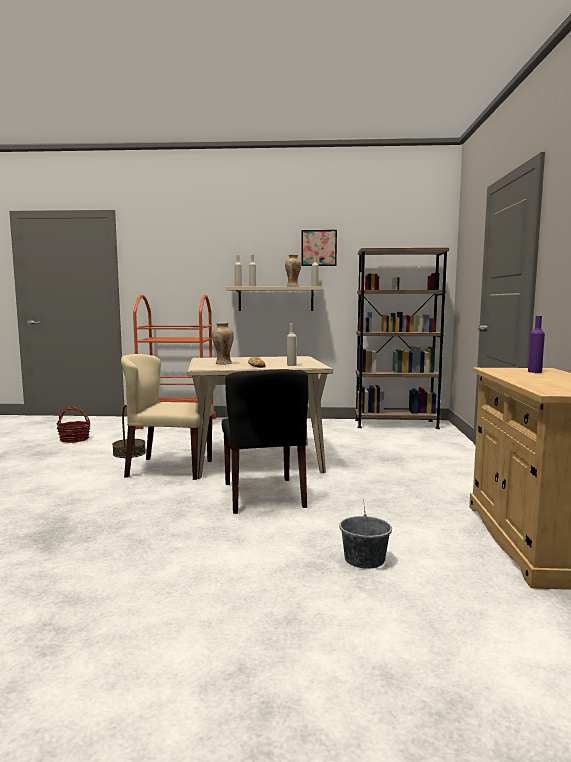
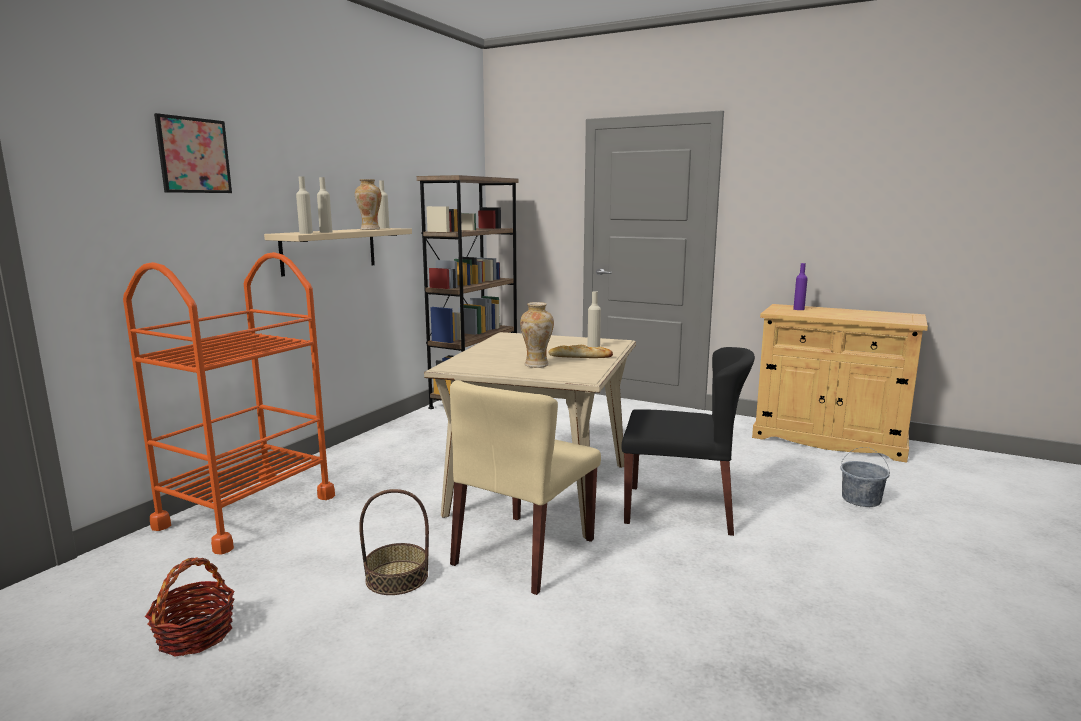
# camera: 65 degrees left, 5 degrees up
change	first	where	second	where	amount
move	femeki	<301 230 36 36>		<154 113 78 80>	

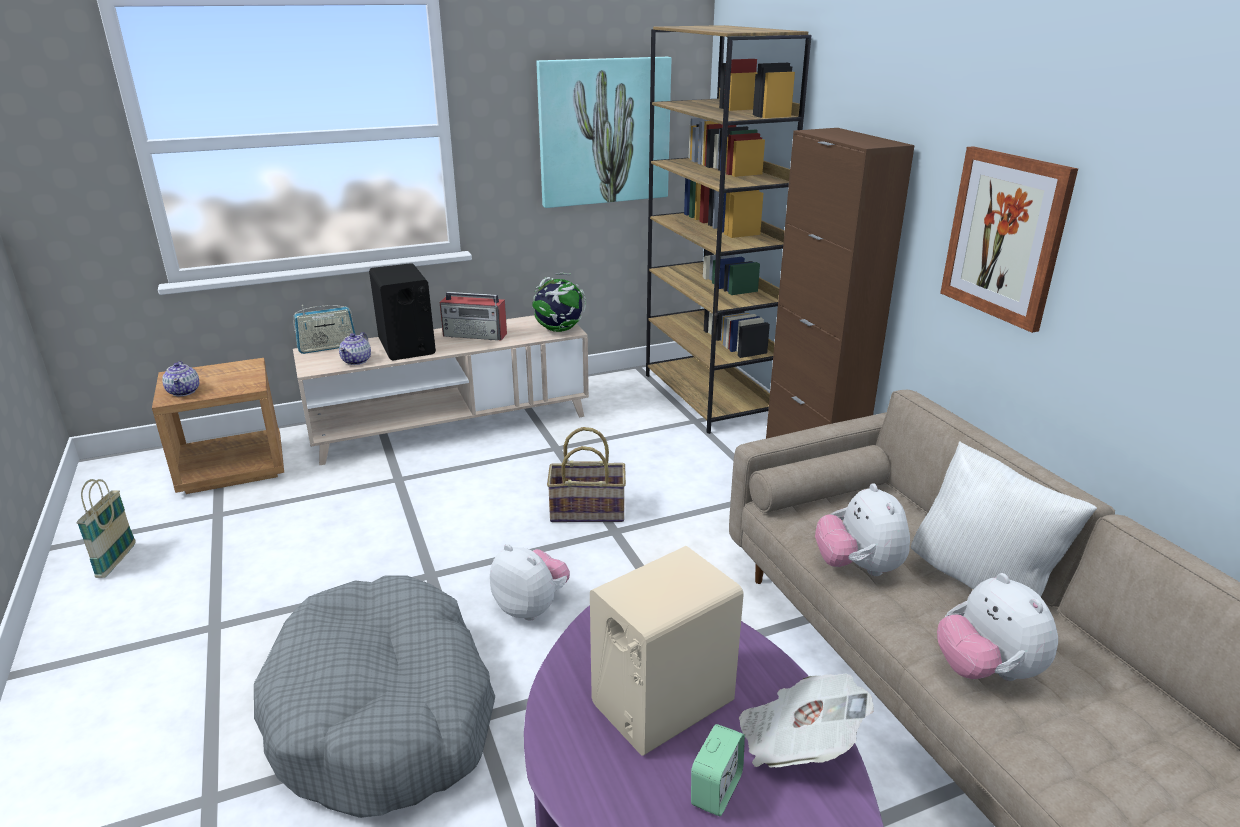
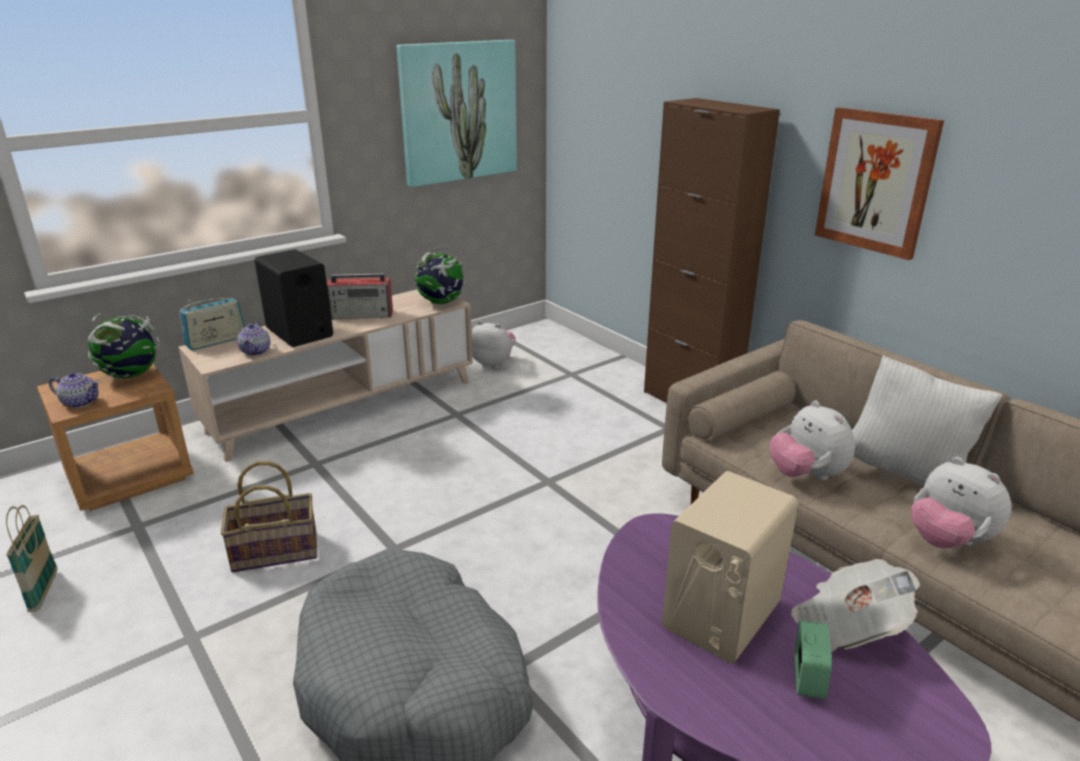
# camera: 15 degrees left, 0 degrees up
change	first	where	second	where	amount
rotate	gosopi	<162 361 37 35>		<49 372 51 36>	45 degrees counterclockwise
move	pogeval	<490 544 80 77>		<471 321 45 48>	
move	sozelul	<547 427 79 95>		<221 461 96 111>	
delete	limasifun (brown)	<646 25 166 409>			
insert			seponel	<88 313 72 66>	

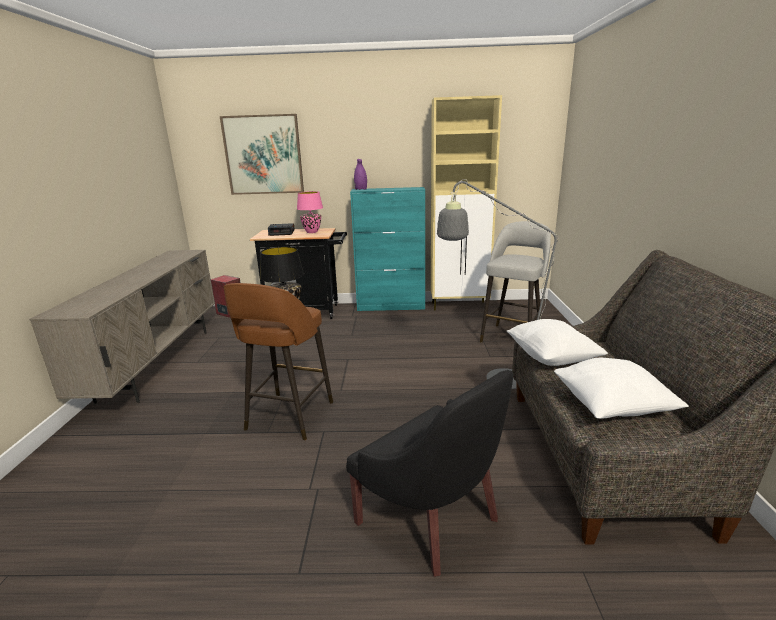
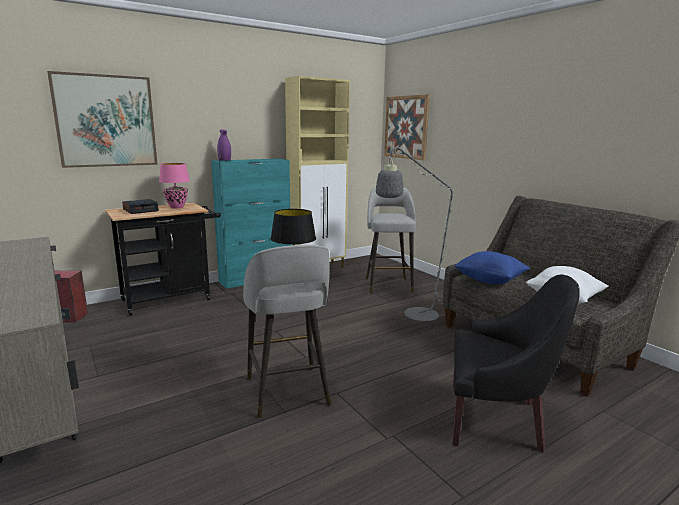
# camera: 35 degrees left, 5 degrees down
change	first	where	second	where	amount
recolor	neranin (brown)	<223 283 110 157>	neranin (grey)	<243 245 88 174>	
recolor	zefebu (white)	<507 319 101 47>	zefebu (blue)	<454 251 76 34>	
insert			femeki	<384 94 46 66>	

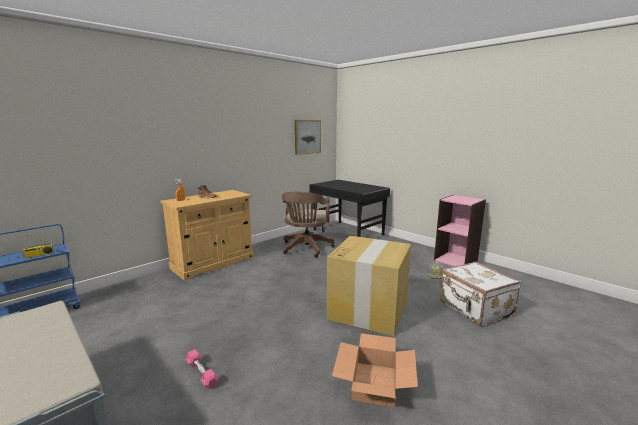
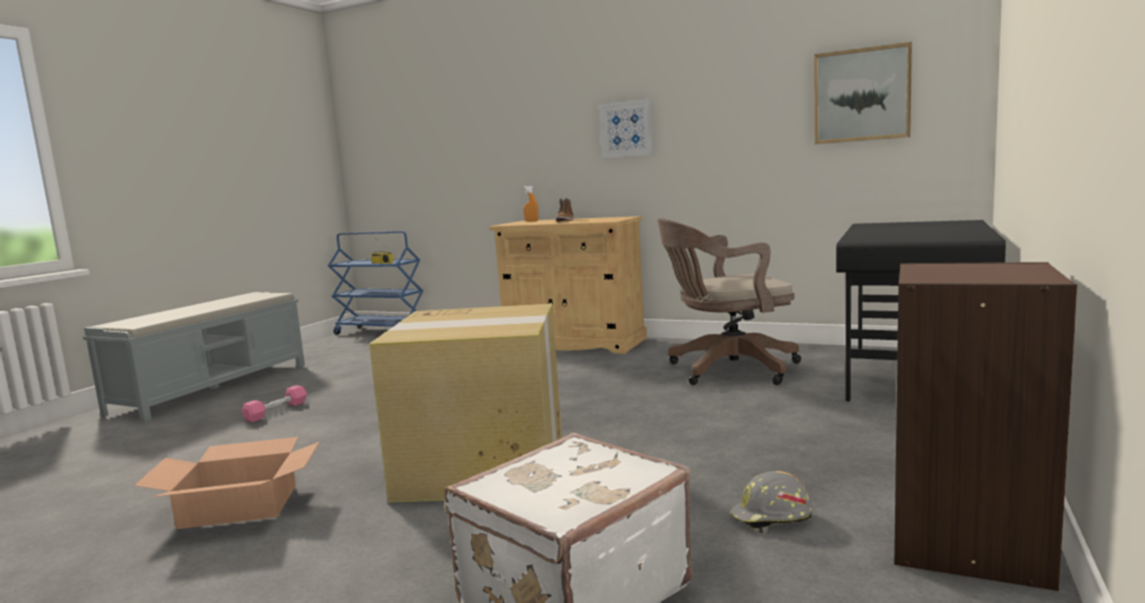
# camera: 70 degrees right, 5 degrees down
change	first	where	second	where	amount
recolor	limasifun (pink)	<434 195 52 72>	limasifun (brown)	<894 262 183 329>	
insert			femeki	<599 99 55 59>	

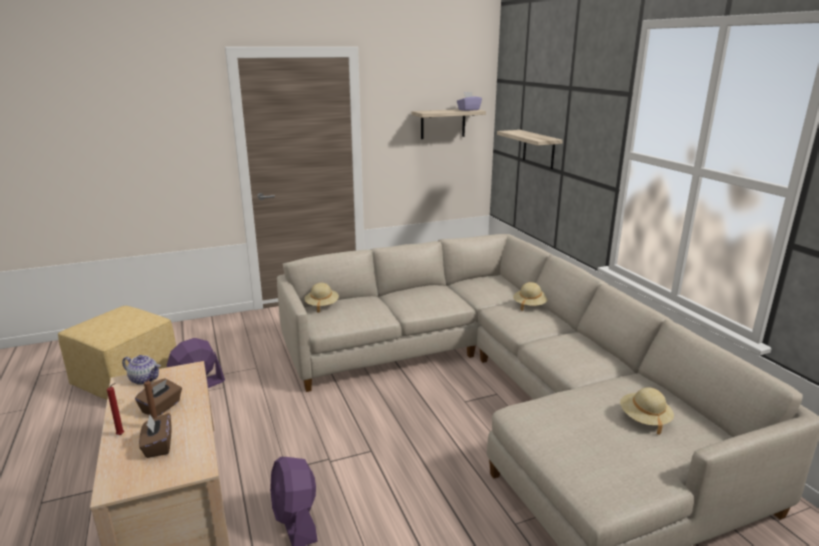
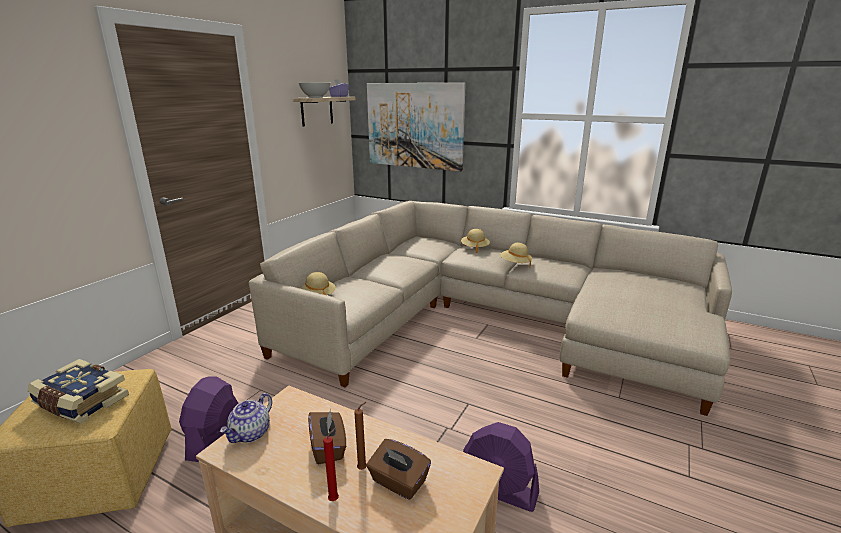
# camera: 40 degrees left, 0 degrees up
change	first	where	second	where	amount
rotate	gosopi	<122 355 39 30>		<220 393 52 50>	135 degrees clockwise
replace	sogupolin	<497 130 66 39>	femeki	<367 83 99 88>	
move	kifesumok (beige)	<620 387 54 48>		<500 243 32 25>	
insert			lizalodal	<27 359 102 65>	
insert			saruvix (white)	<299 83 31 15>	

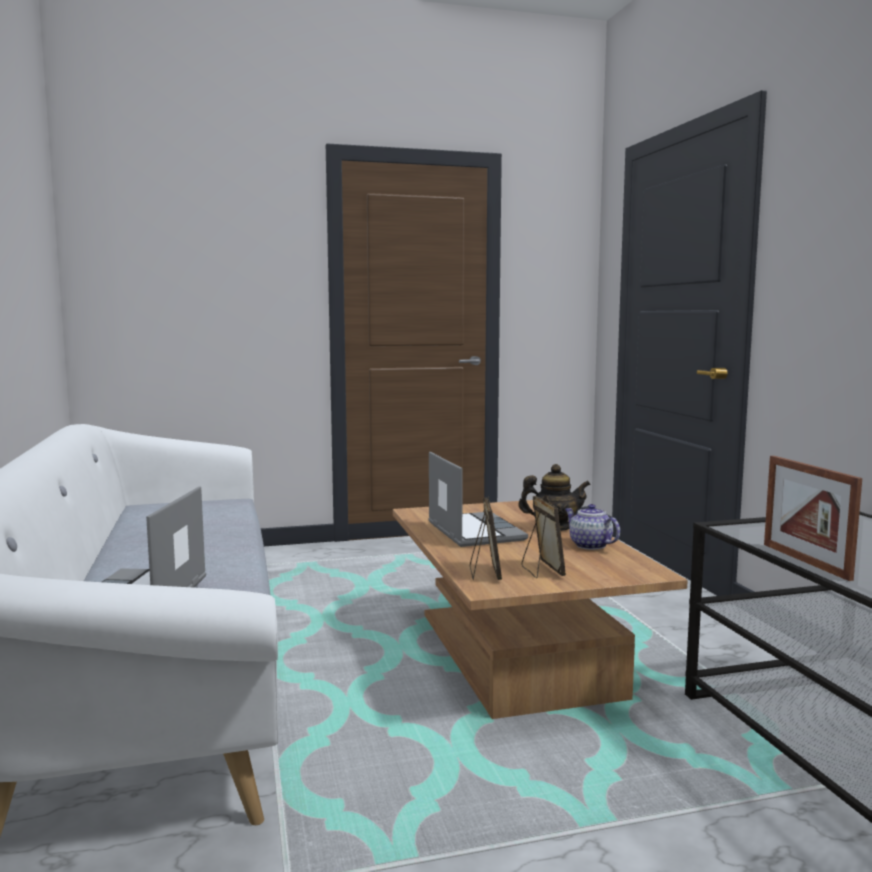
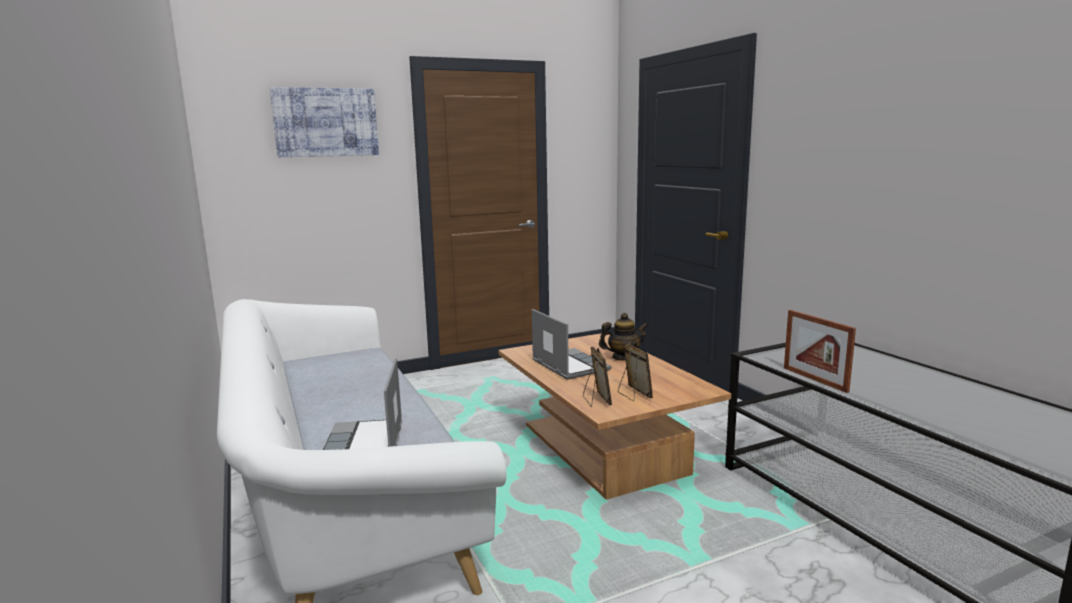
# camera: 10 degrees left, 5 degrees up
change	first	where	second	where	amount
delete	gosopi	<565 504 55 46>			
insert			femeki	<270 87 109 70>	

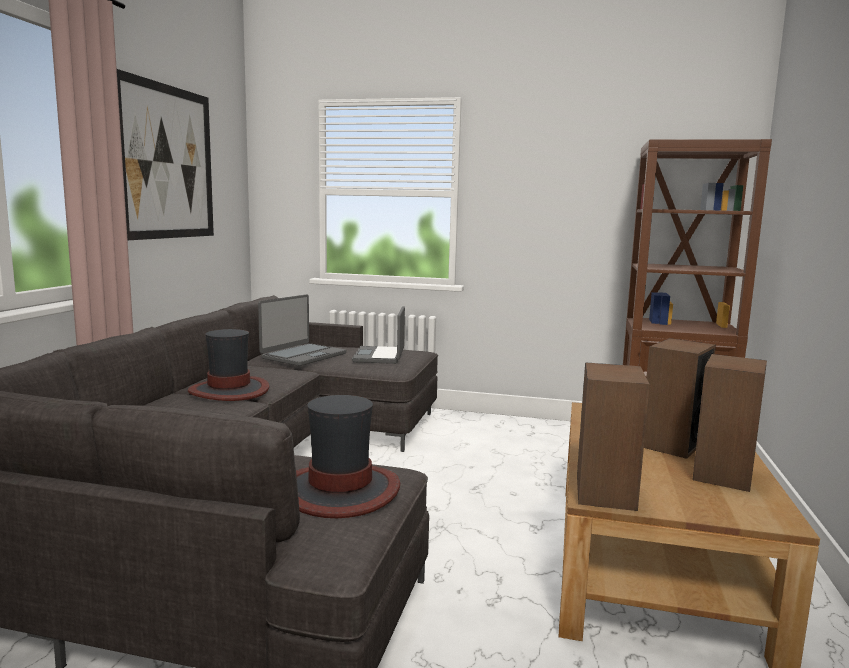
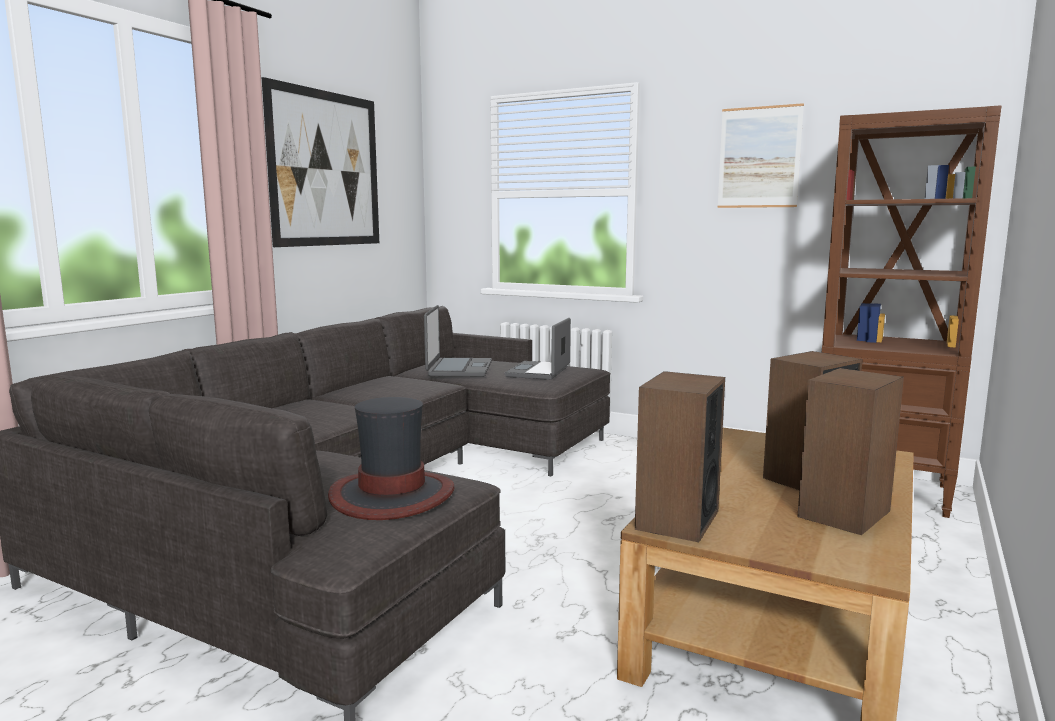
# camera: 15 degrees right, 0 degrees up
change	first	where	second	where	amount
delete	kifesumok	<188 329 81 72>			
rotate	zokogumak	<258 294 88 72>		<424 305 68 72>	45 degrees counterclockwise
insert			femeki	<718 103 86 105>	

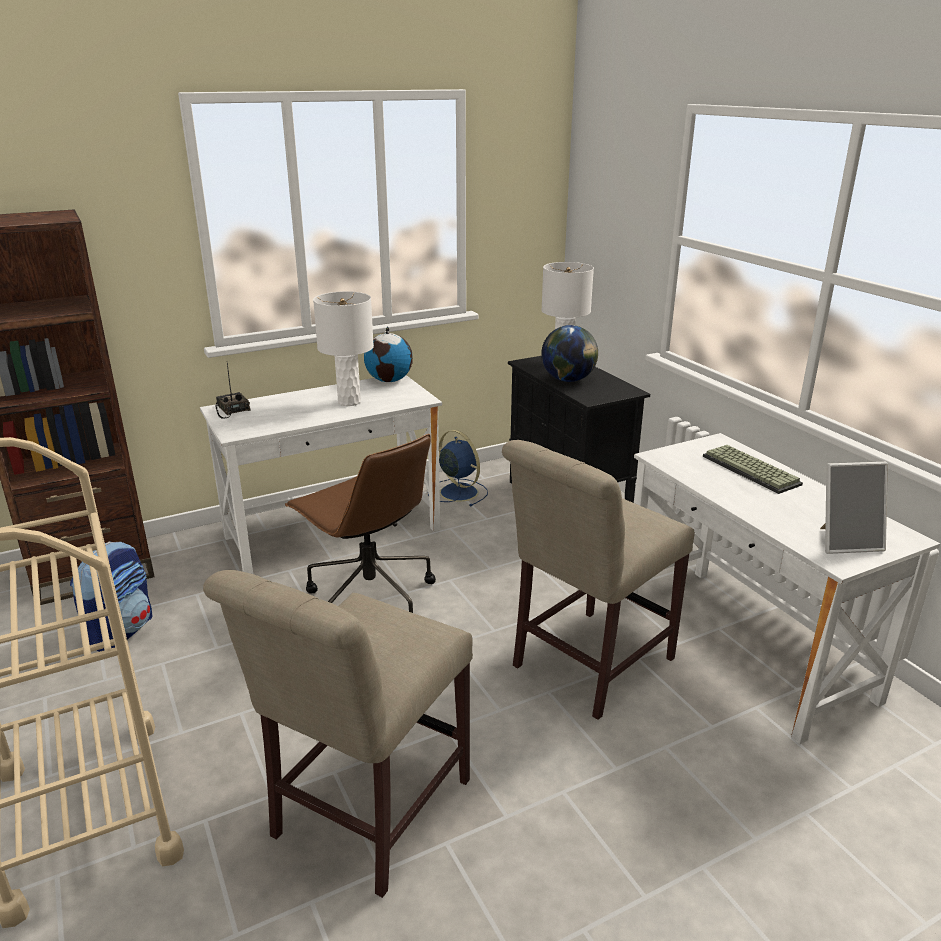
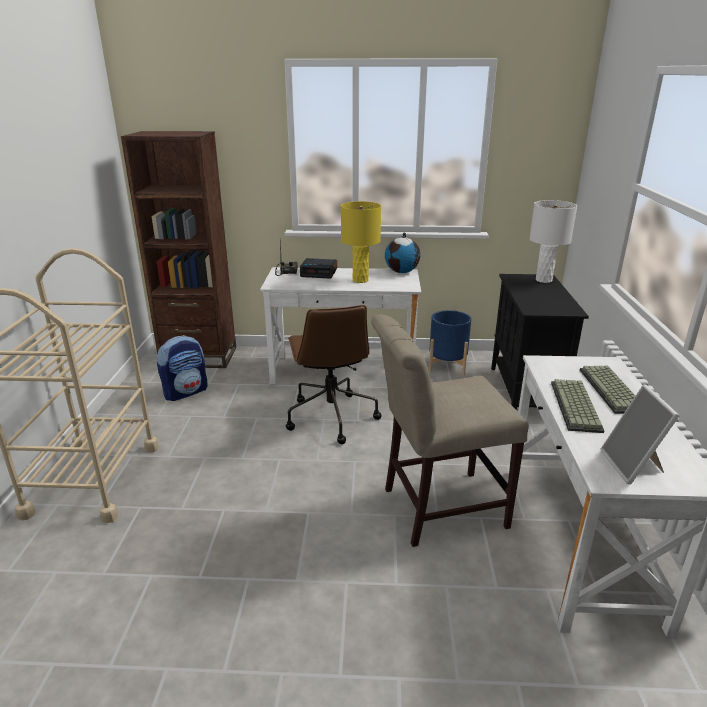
# camera: 30 degrees right, 0 degrees up
change	first	where	second	where	amount
delete	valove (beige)	<203 570 270 328>			
recolor	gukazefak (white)	<313 291 61 115>	gukazefak (yellow)	<341 201 40 82>	
replace	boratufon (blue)	<428 430 60 76>	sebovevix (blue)	<429 310 42 66>	
delete	seponel	<541 325 57 57>			
rotate	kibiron	<820 462 68 92>		<600 384 80 101>	60 degrees clockwise
insert			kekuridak	<300 258 37 21>	
insert			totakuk	<551 379 53 54>	

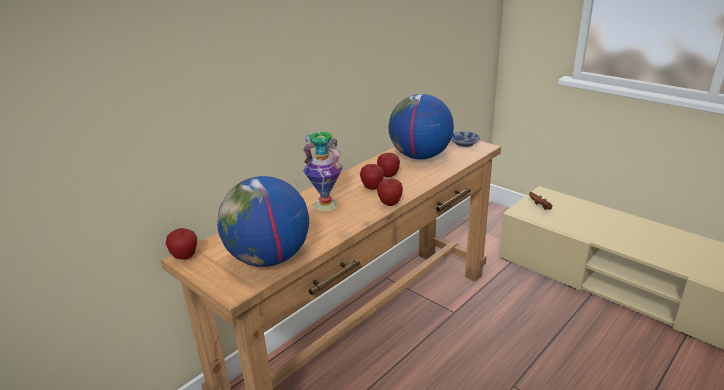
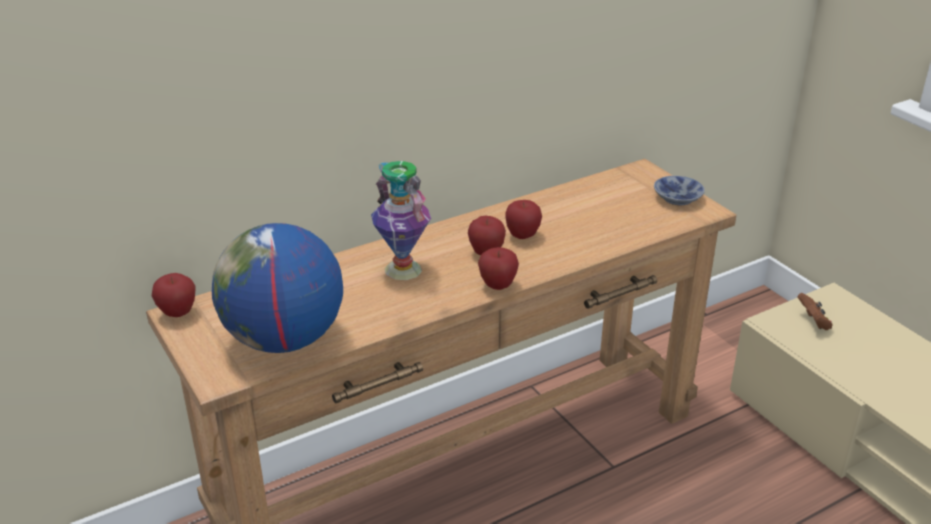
# camera: 15 degrees right, 5 degrees up
change	first	where	second	where	amount
delete	seponel	<388 94 66 66>			

